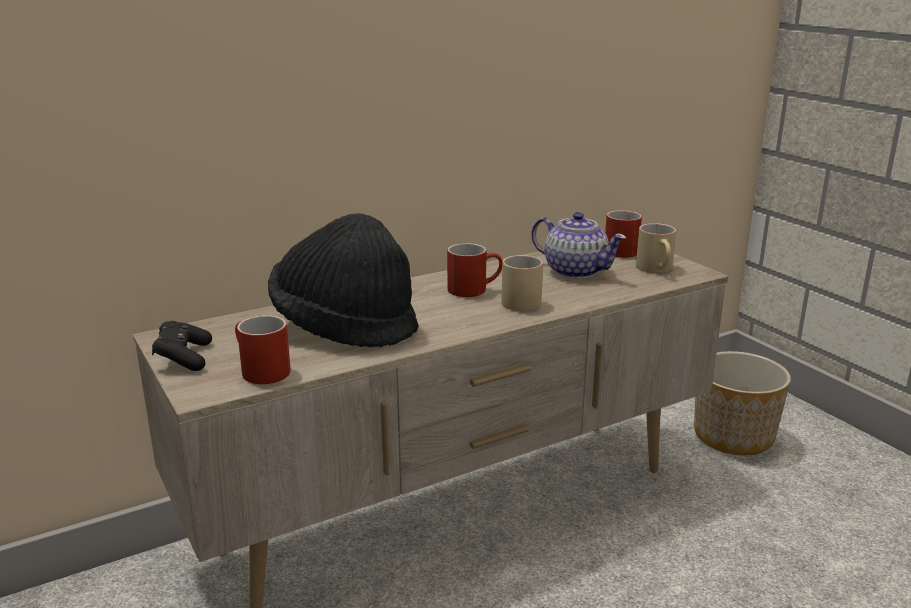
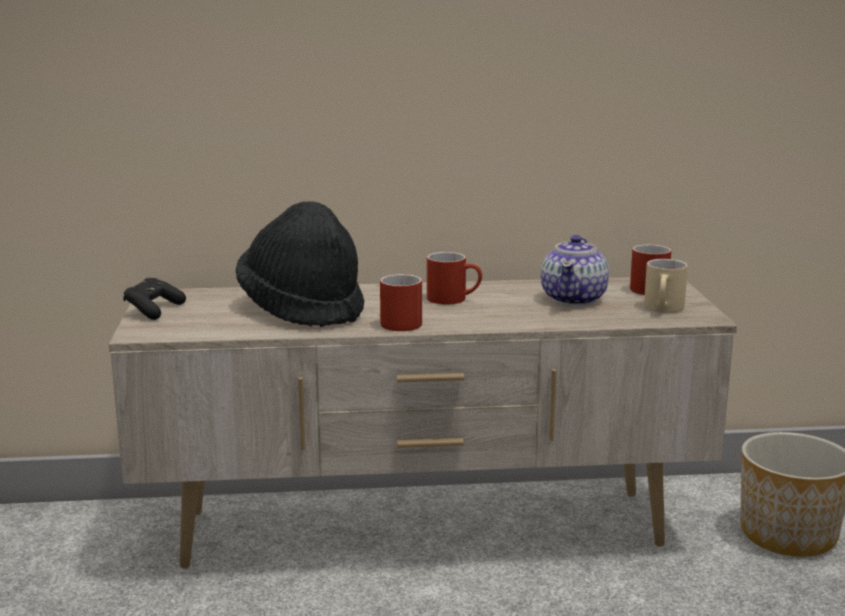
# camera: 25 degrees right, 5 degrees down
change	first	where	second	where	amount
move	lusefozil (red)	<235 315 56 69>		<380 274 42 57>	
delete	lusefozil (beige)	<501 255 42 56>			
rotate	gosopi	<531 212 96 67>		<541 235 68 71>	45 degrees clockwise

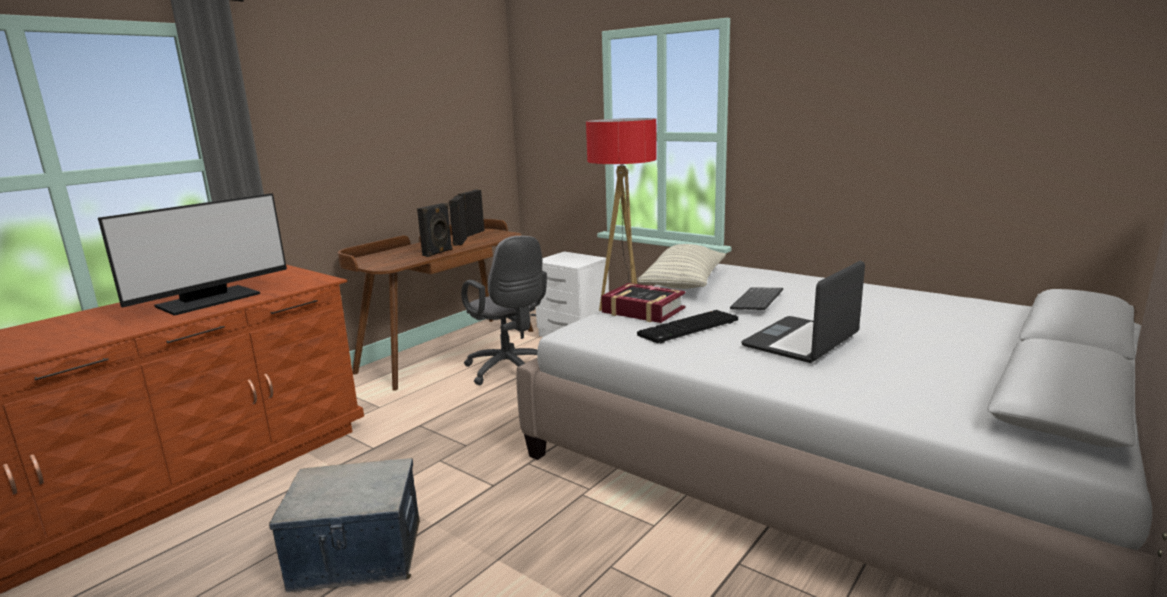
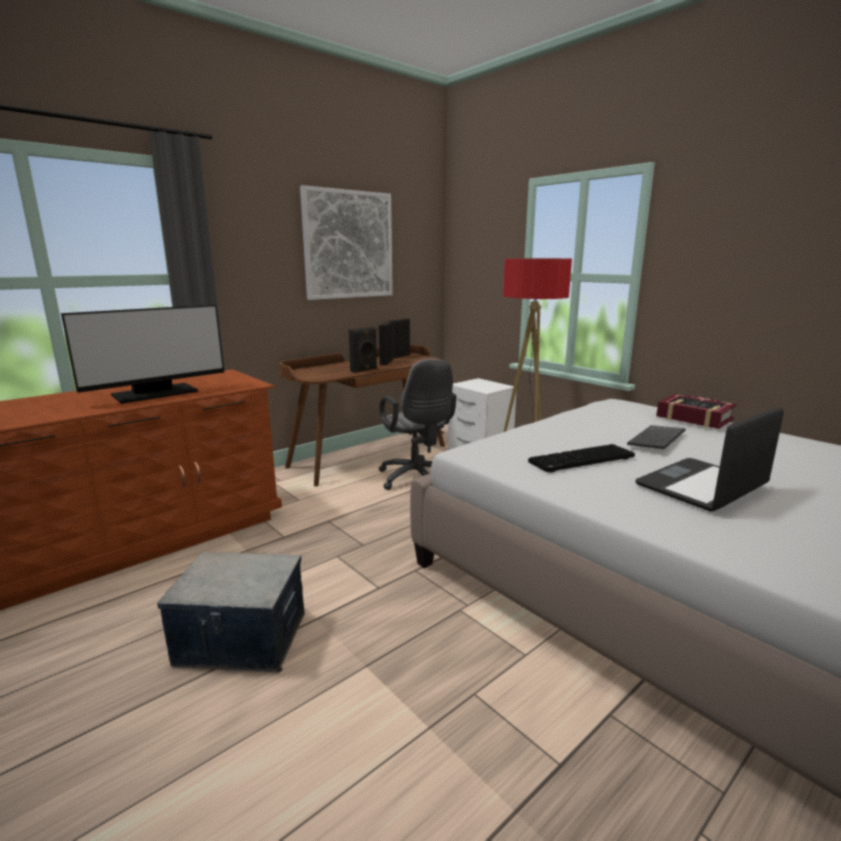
# camera: 10 degrees right, 0 degrees up
change	first	where	second	where	amount
move	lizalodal	<601 283 85 40>		<656 394 81 35>	
delete	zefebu	<637 244 89 45>			
insert			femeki	<300 185 93 115>	

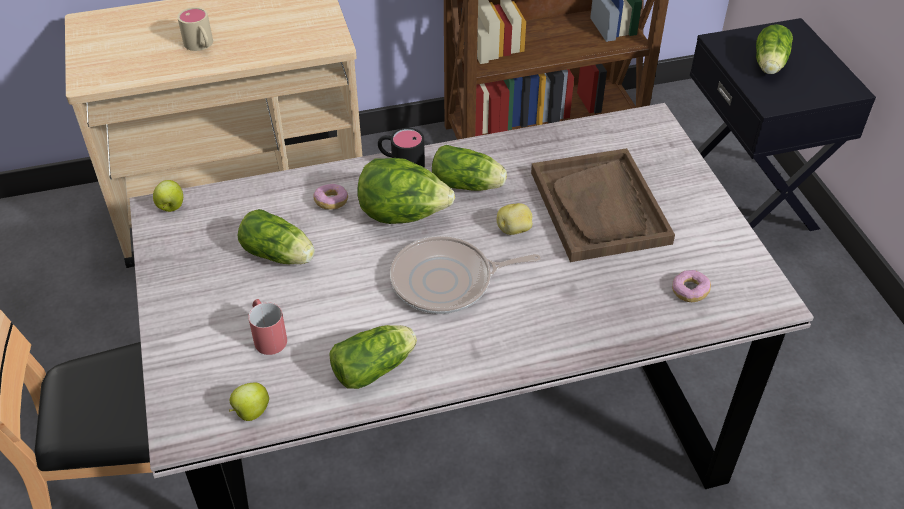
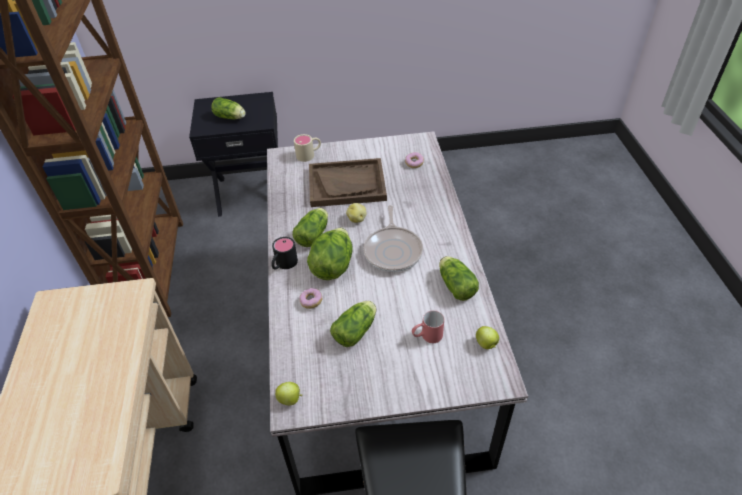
# camera: 80 degrees left, 0 degrees up
change	first	where	second	where	amount
move	lusefozil (beige)	<177 7 36 44>		<294 134 27 28>	

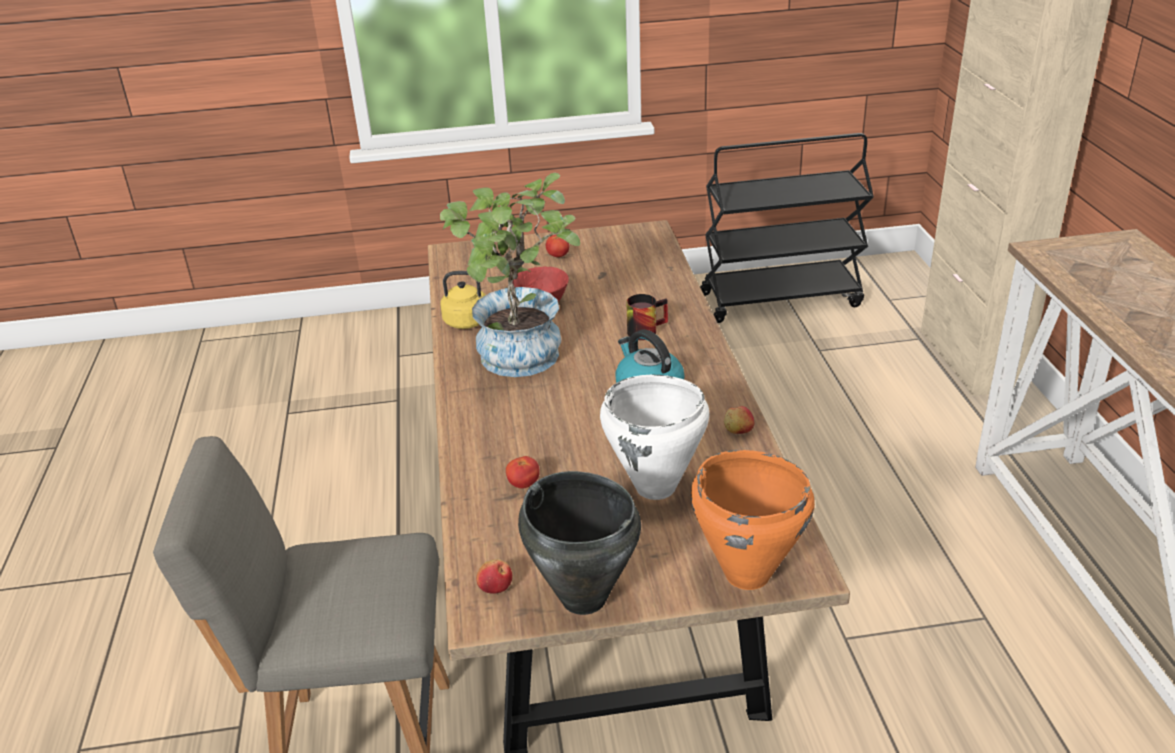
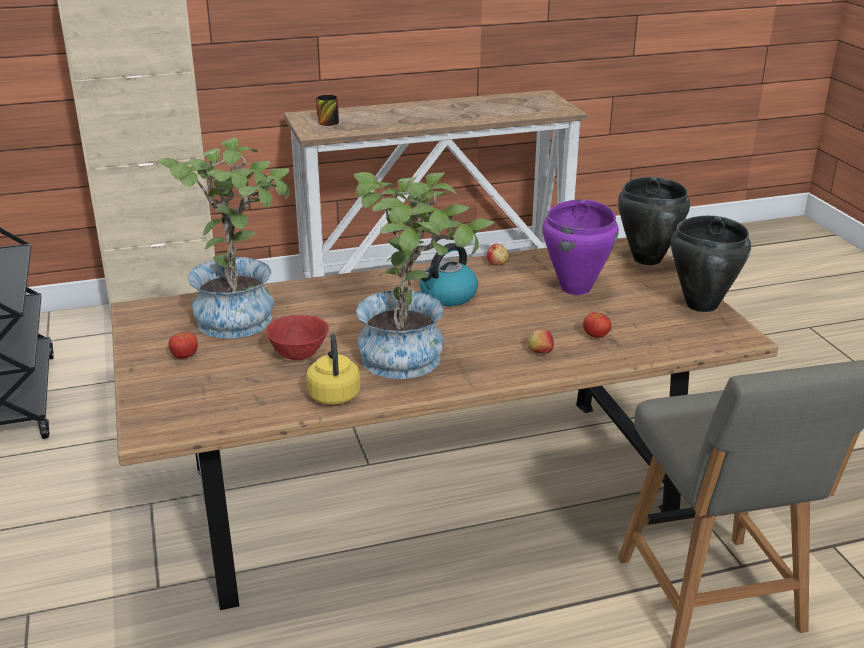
# camera: 100 degrees left, 5 degrees down
change	first	where	second	where	amount
move	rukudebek	<476 559 36 35>		<528 329 26 25>	
recolor	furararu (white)	<600 375 110 125>	furararu (purple)	<542 199 77 96>	
move	lusefozil	<626 294 42 46>		<316 95 23 31>	
recolor	furararu (orange)	<691 450 124 140>	furararu (black)	<618 177 72 88>	
insert			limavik	<156 138 134 200>	

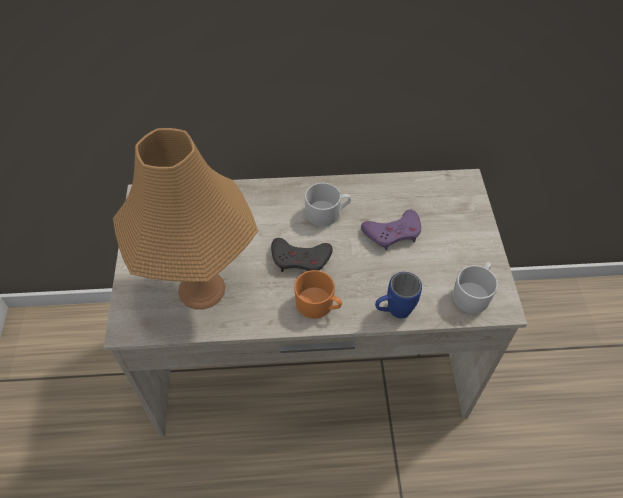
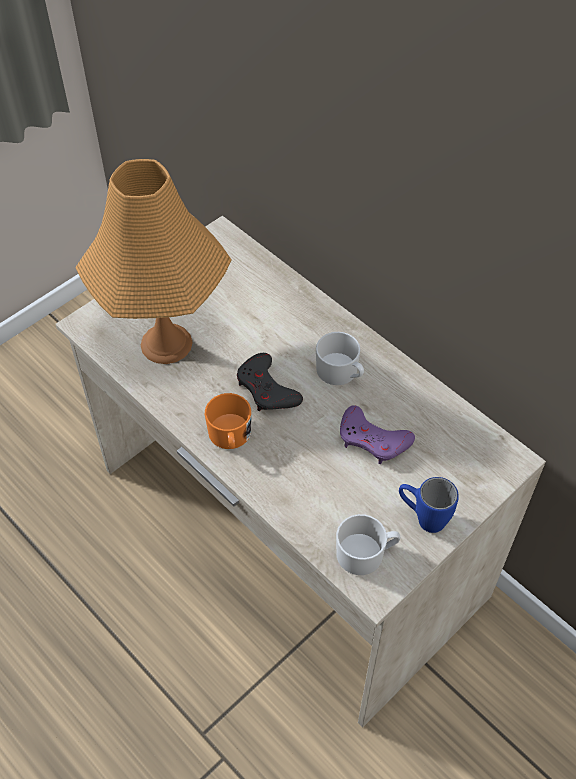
# camera: 50 degrees right, 0 degrees up
change	first	where	second	where	amount
move	lusefozil (blue)	<375 272 47 46>		<399 477 60 56>	

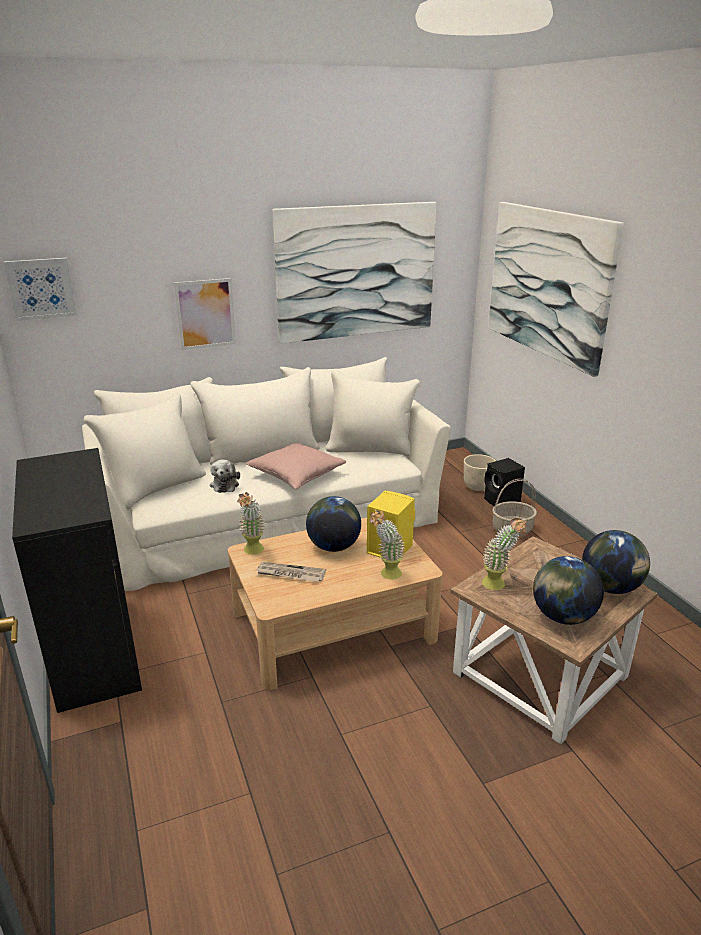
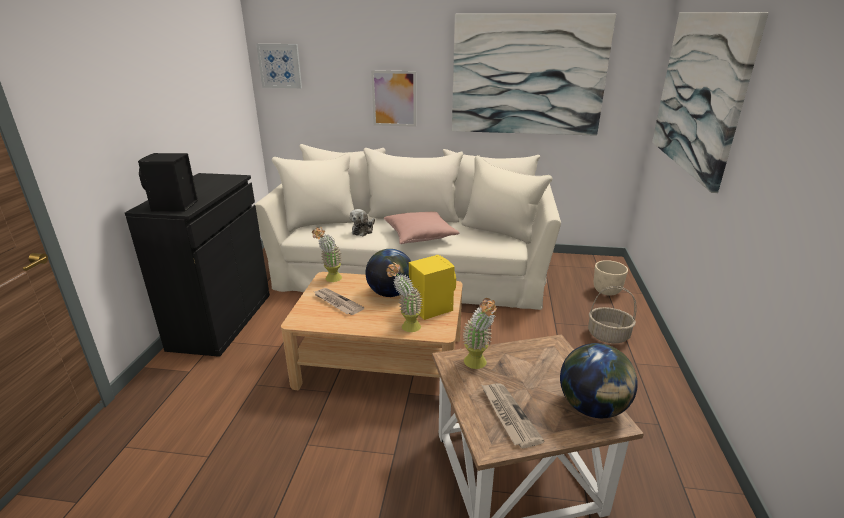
# camera: 30 degrees right, 0 degrees up
change	first	where	second	where	amount
move	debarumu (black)	<484 458 41 48>		<138 153 60 59>	
replace	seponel	<533 556 71 69>	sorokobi	<482 383 62 65>	

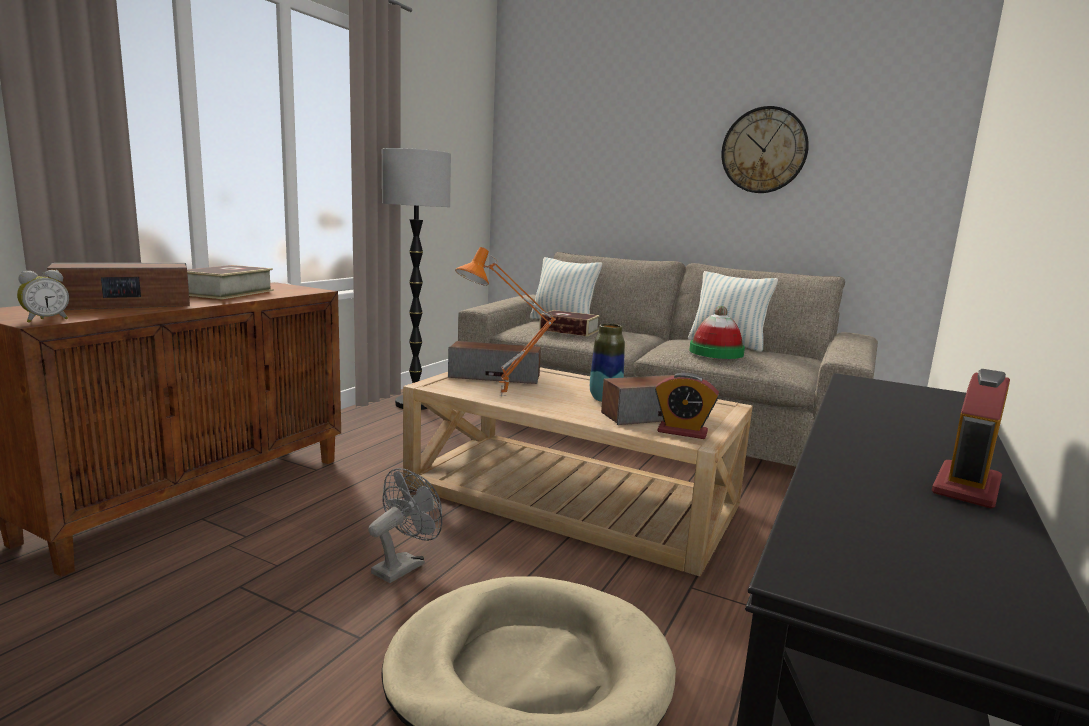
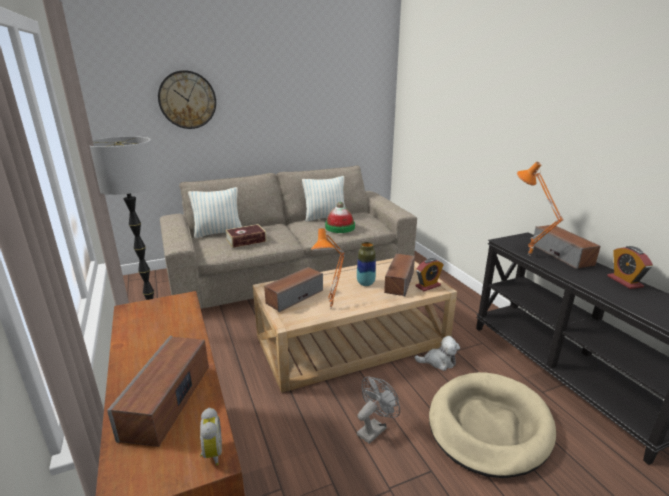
# camera: 50 degrees left, 10 degrees up
change	first	where	second	where	amount
delete	lizalodal	<187 265 87 34>			
rotate	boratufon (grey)	<368 468 74 115>		<357 377 43 67>	60 degrees clockwise
move	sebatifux	<722 106 87 87>		<158 70 58 59>	
insert			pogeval	<414 336 46 35>	
insert			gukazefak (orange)	<517 162 47 93>	
insert			debarumu	<533 225 68 44>	

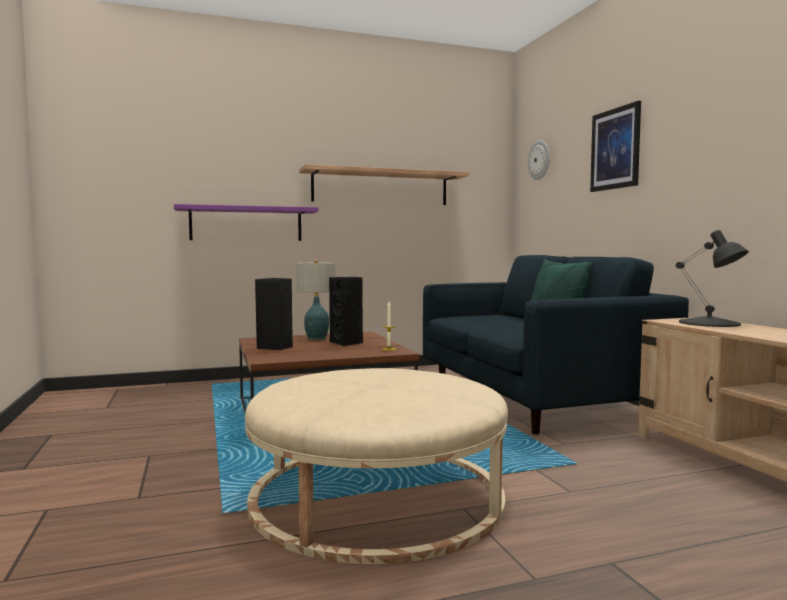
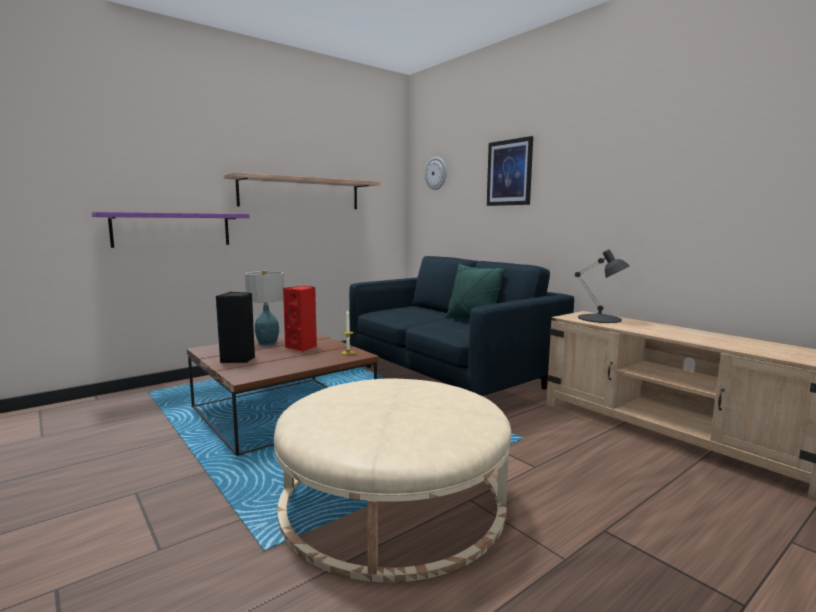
# camera: 20 degrees left, 5 degrees up
change	first	where	second	where	amount
recolor	debarumu (black)	<329 277 34 69>	debarumu (red)	<283 286 34 66>	

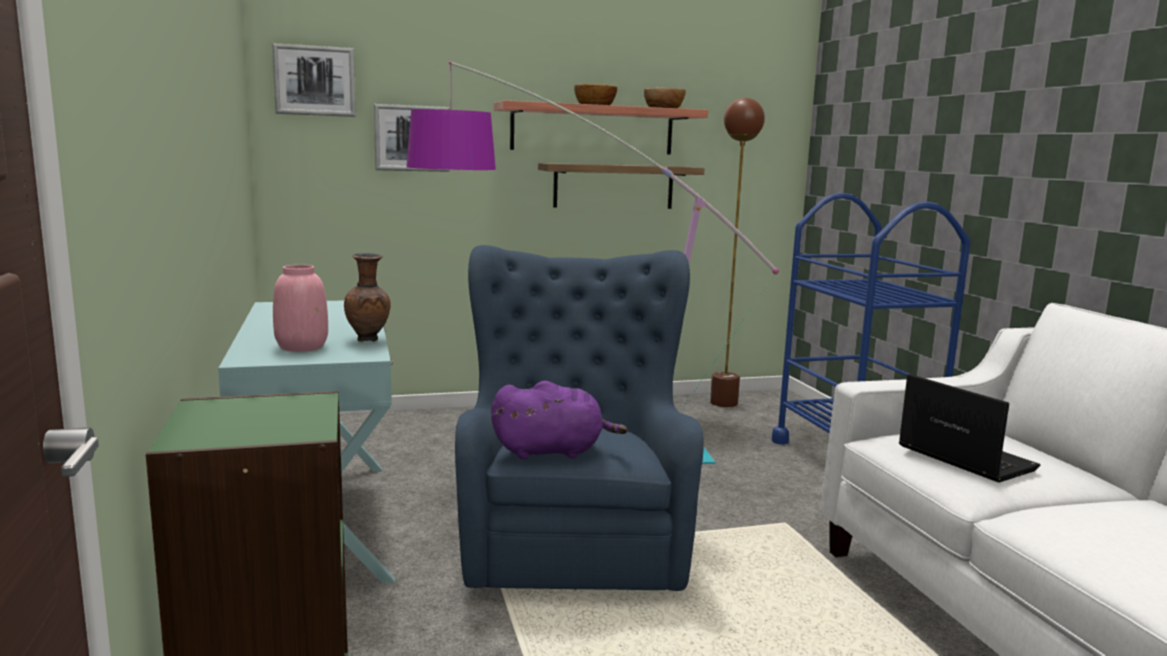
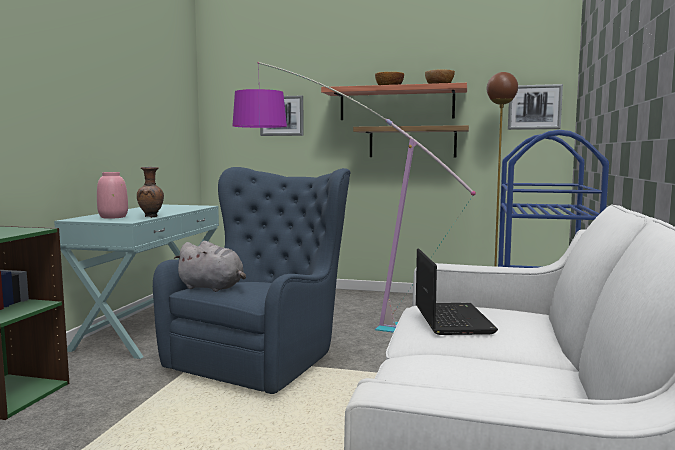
# camera: 30 degrees right, 5 degrees down
change	first	where	second	where	amount
move	femeki	<272 43 84 74>		<508 84 55 46>	
recolor	pogeval (purple)	<491 381 136 78>	pogeval (grey)	<173 241 73 51>	

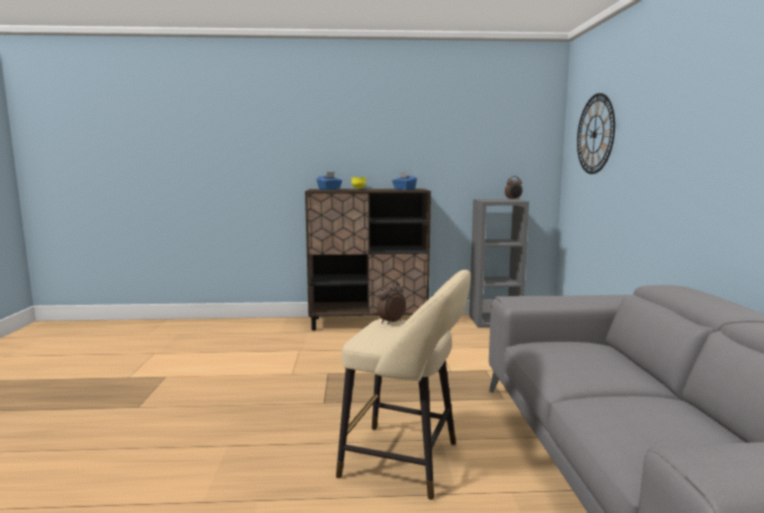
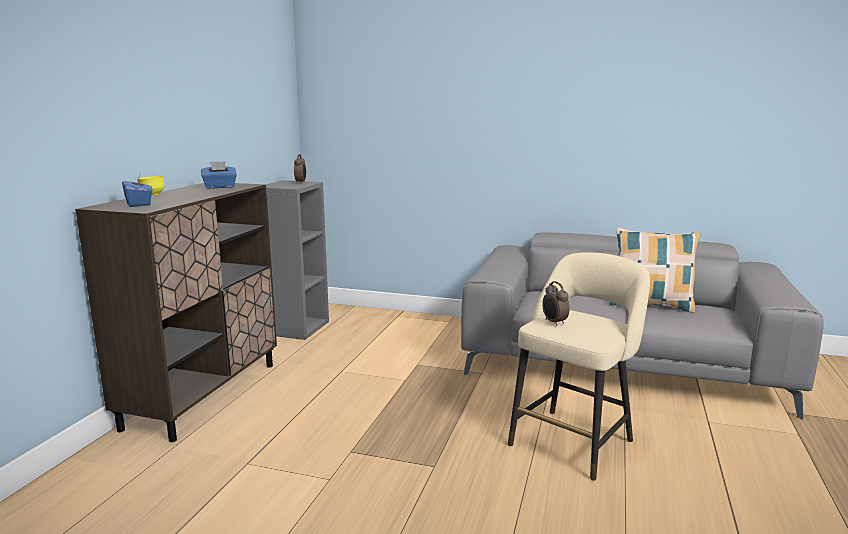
# camera: 70 degrees left, 5 degrees up
change	first	where	second	where	amount
delete	sebatifux	<577 93 38 81>			
insert			zefebu	<610 228 91 85>	

